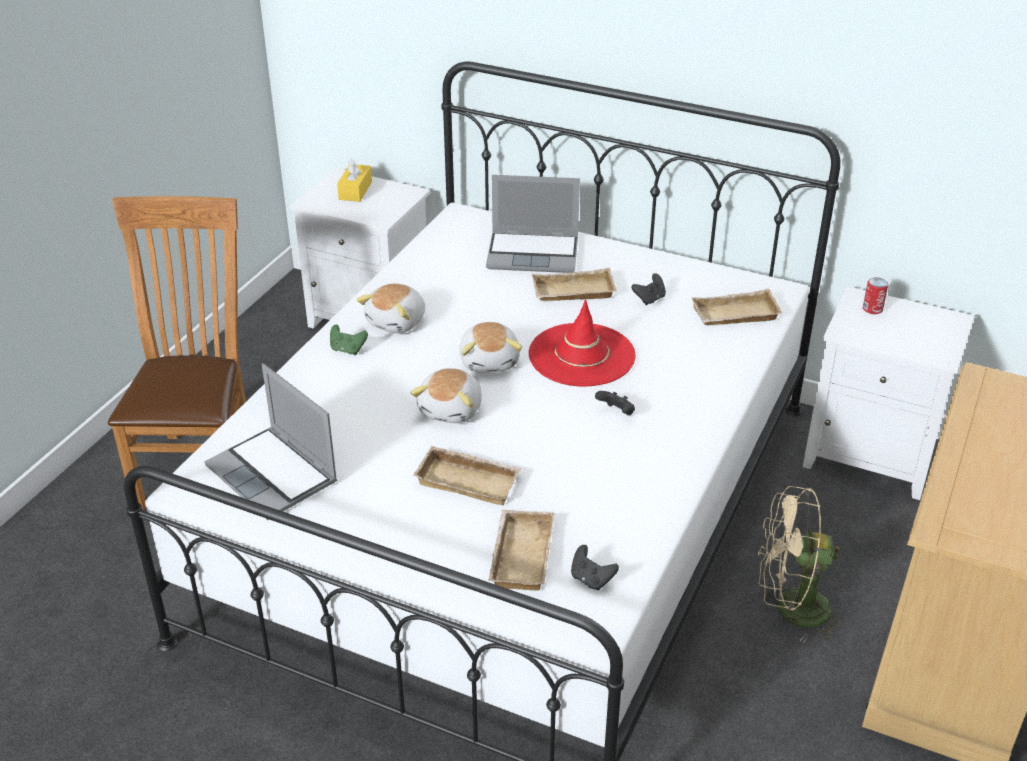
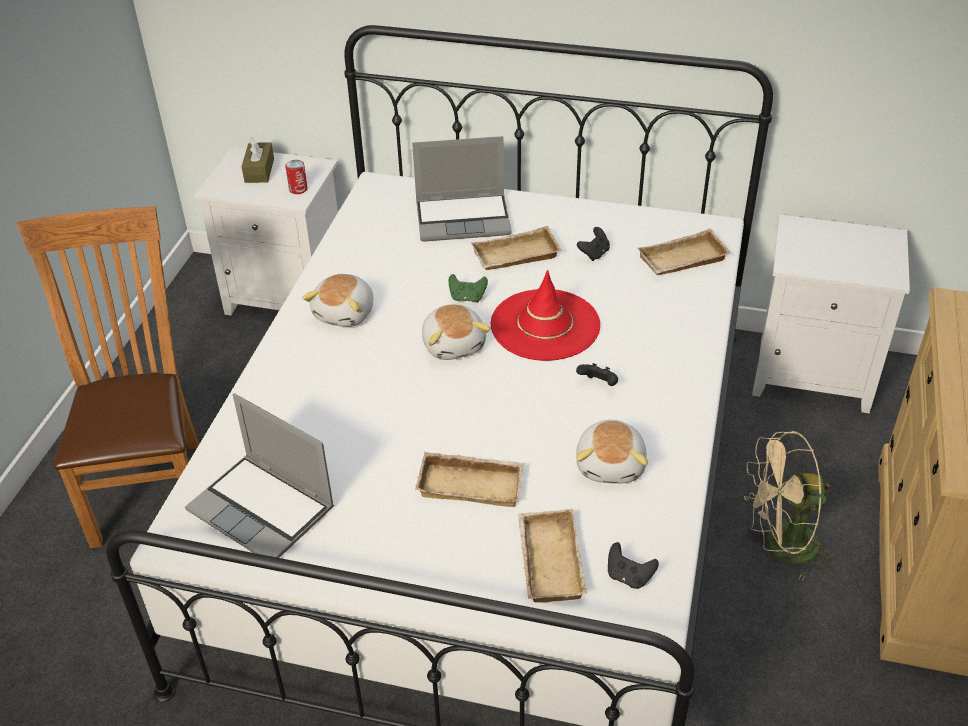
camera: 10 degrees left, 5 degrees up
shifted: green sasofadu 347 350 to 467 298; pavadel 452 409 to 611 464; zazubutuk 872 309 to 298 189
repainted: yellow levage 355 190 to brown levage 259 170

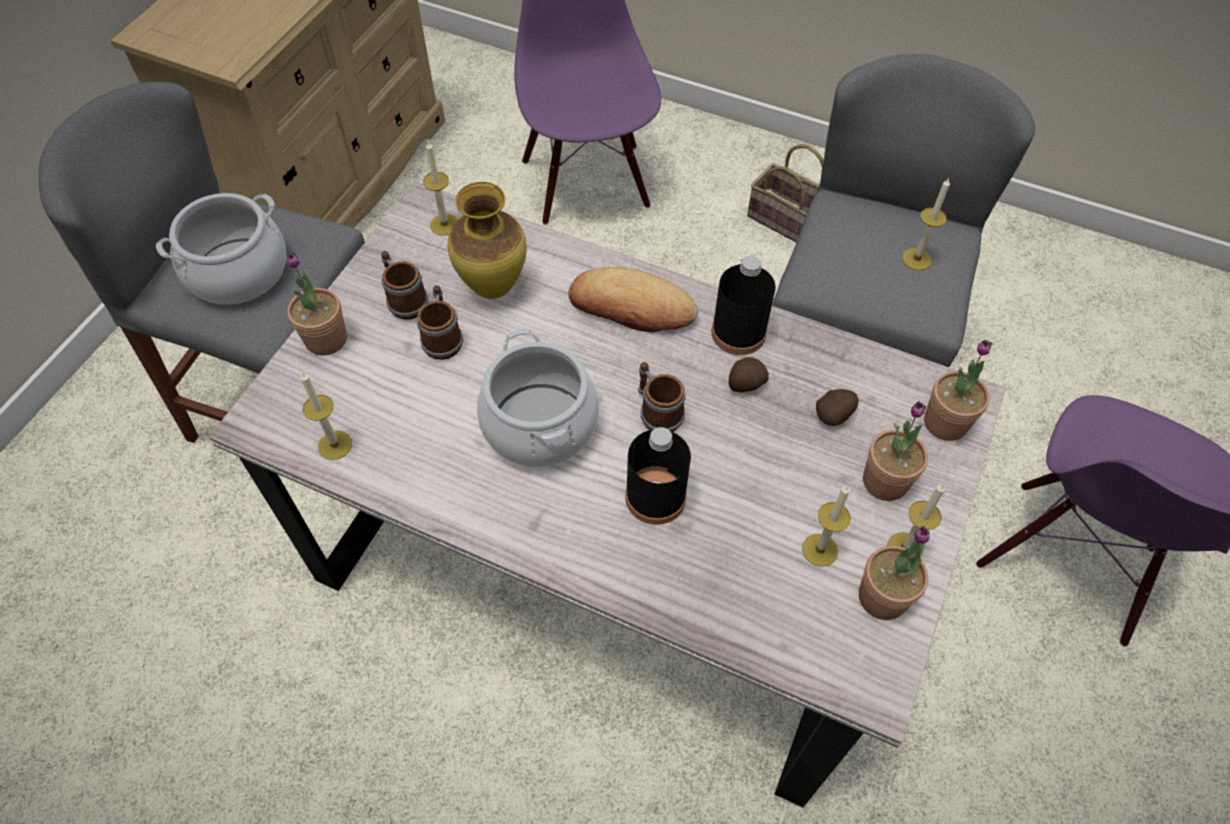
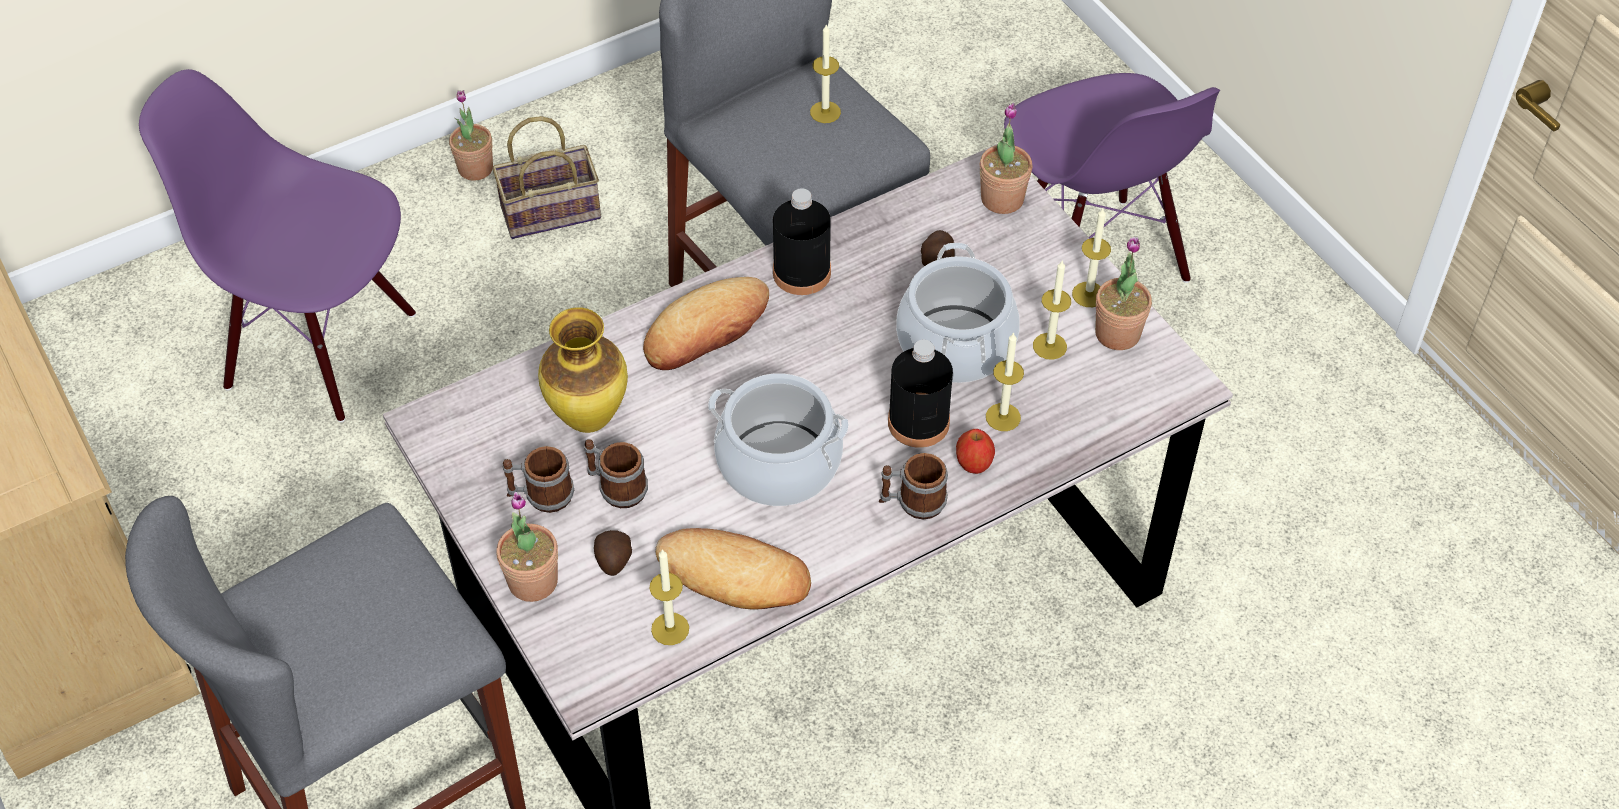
camera: 55 degrees left, 5 degrees down
new: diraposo 734 575; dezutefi 973 464
shifted: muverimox 238 271 to 955 344; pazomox 444 224 to 1003 417; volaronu 656 412 to 912 502; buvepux 745 384 to 613 561; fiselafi 885 481 to 475 168

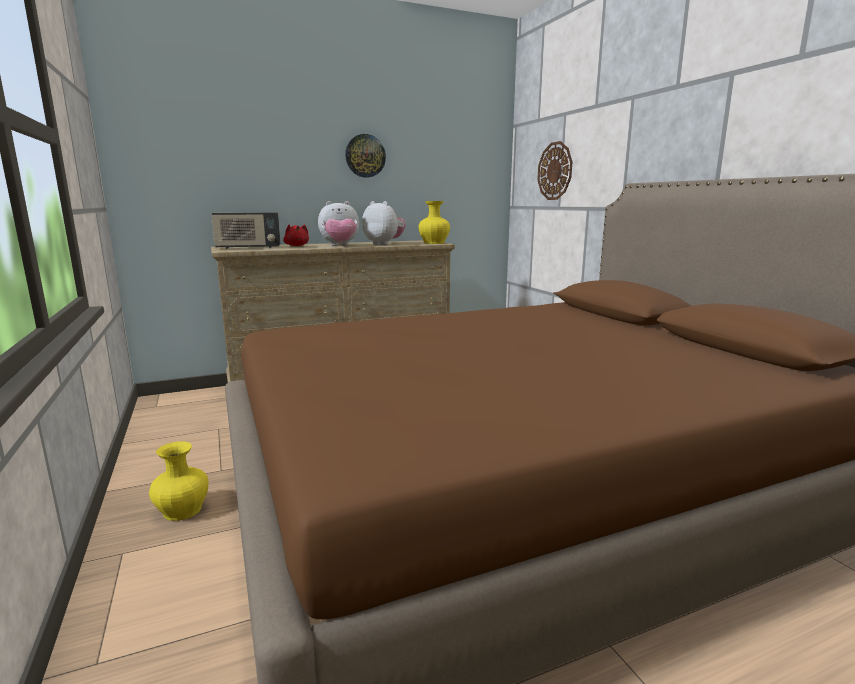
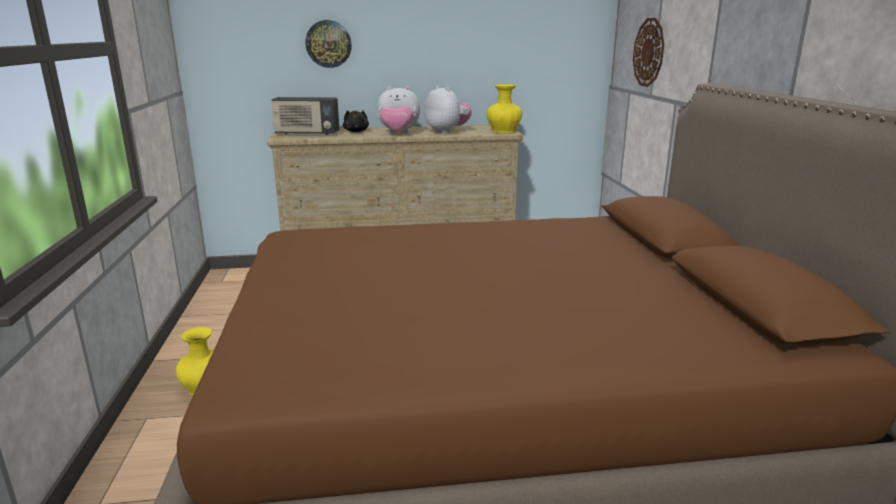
camera: 15 degrees right, 5 degrees up
shifted: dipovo 365 156 to 328 44
repainted: red pavadel 296 246 to black pavadel 356 131

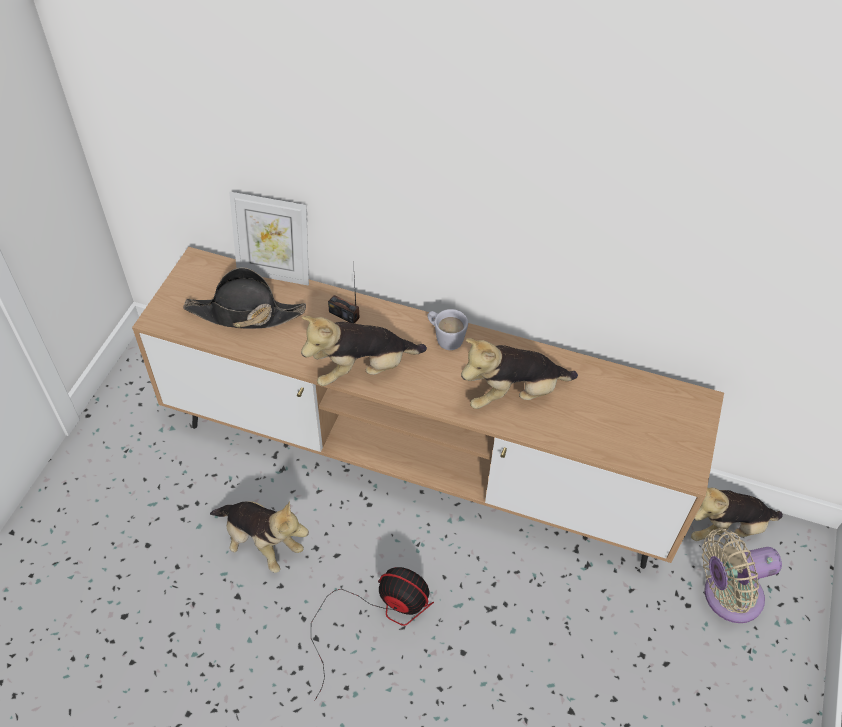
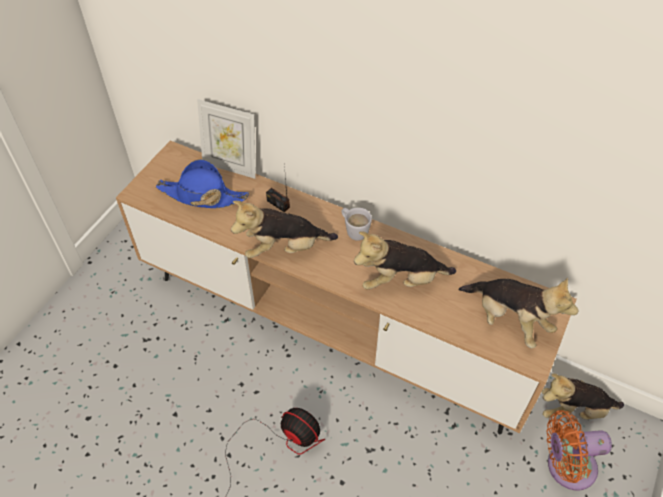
camera: 10 degrees right, 0 degrees up
shifted: pavadel 261 542 to 509 320
repainted: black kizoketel 245 313 to blue kizoketel 202 195; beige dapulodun 727 596 to orange dapulodun 566 466

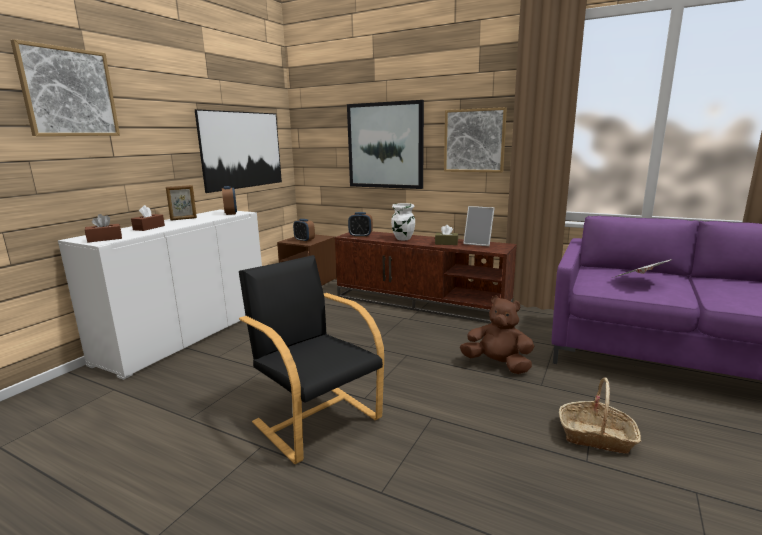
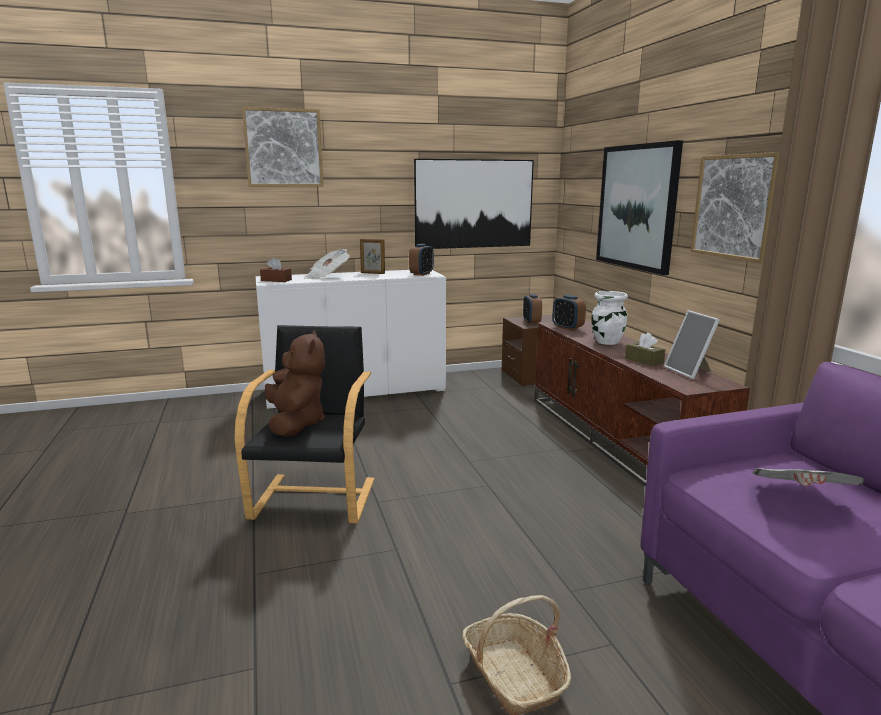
camera: 45 degrees right, 0 degrees up
shifted: brown pavadel 497 365 to 296 423
swapped: brown levage 149 228 to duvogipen 327 276

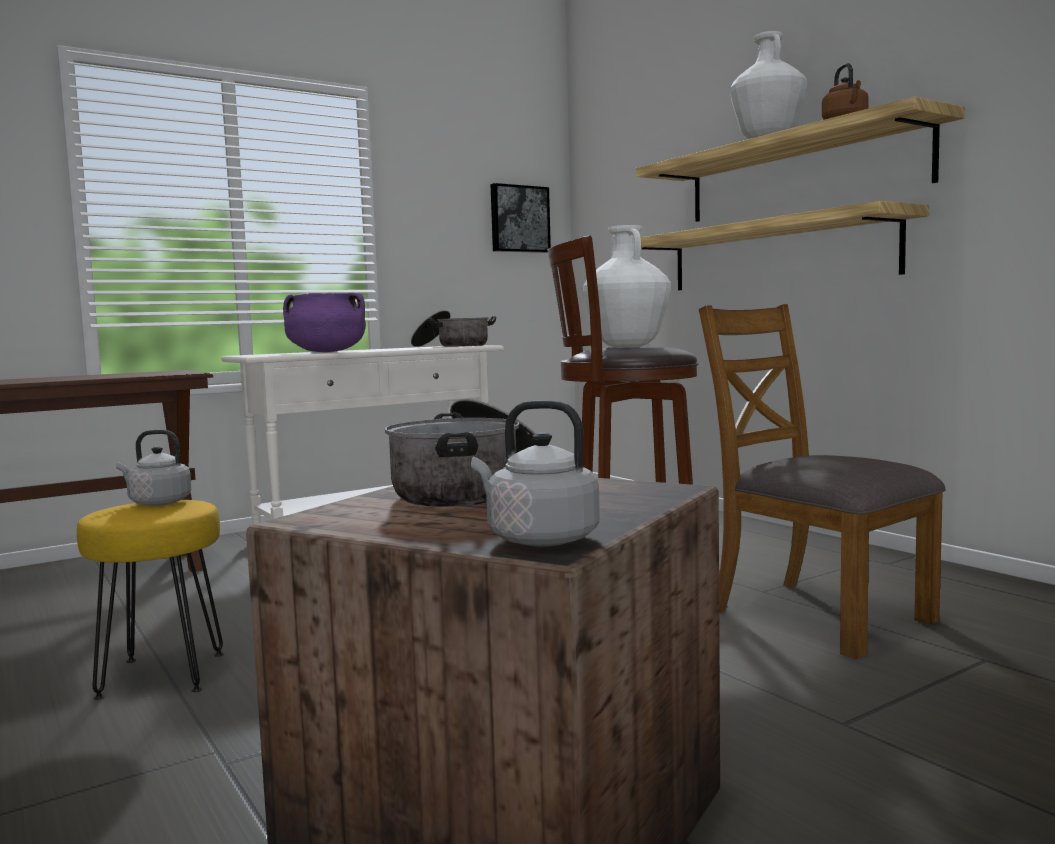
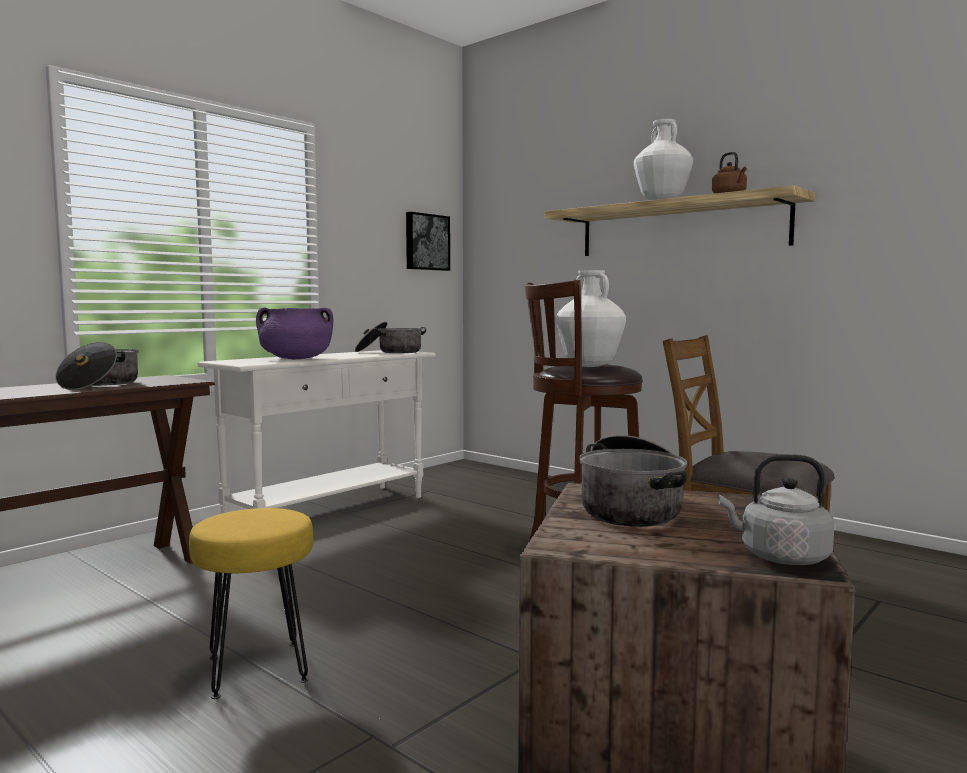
camera: 15 degrees left, 0 degrees up
gone: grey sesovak 157 503; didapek 776 255
new: muverimox 100 384

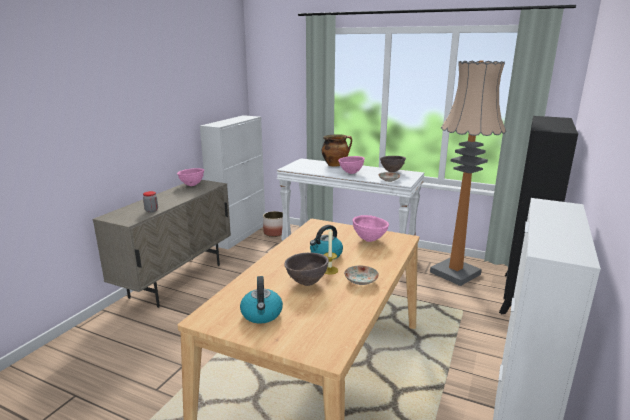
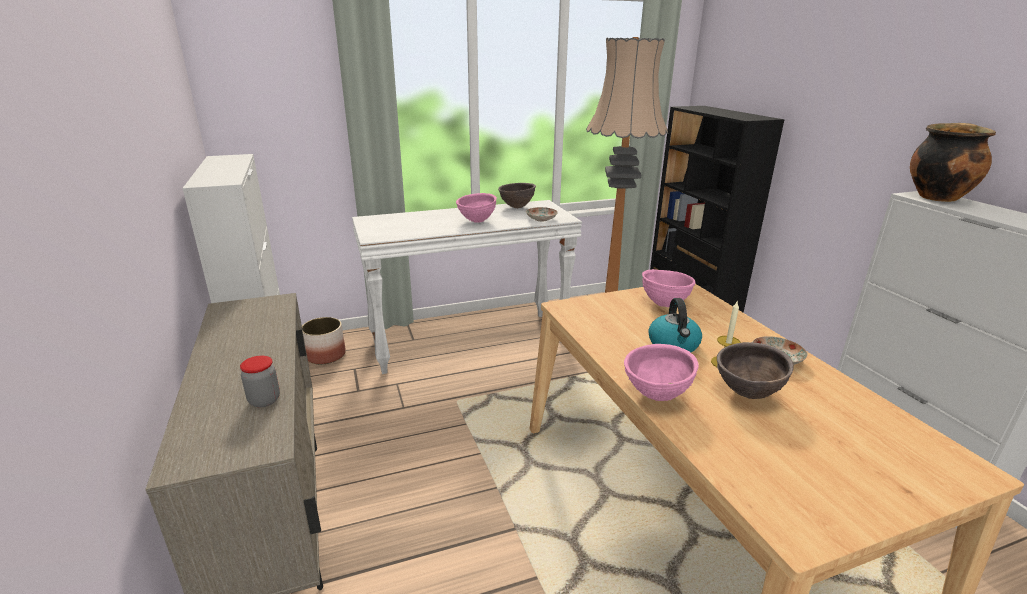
camera: 45 degrees left, 5 degrees up
gone: sesovak 262 314
shifted: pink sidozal 192 185 to 656 396; muverimox 335 165 to 936 197

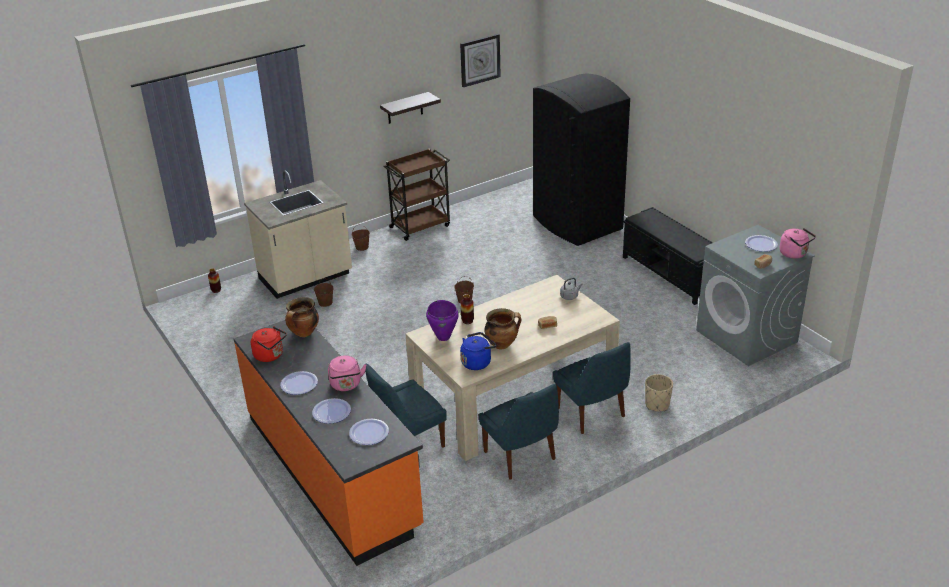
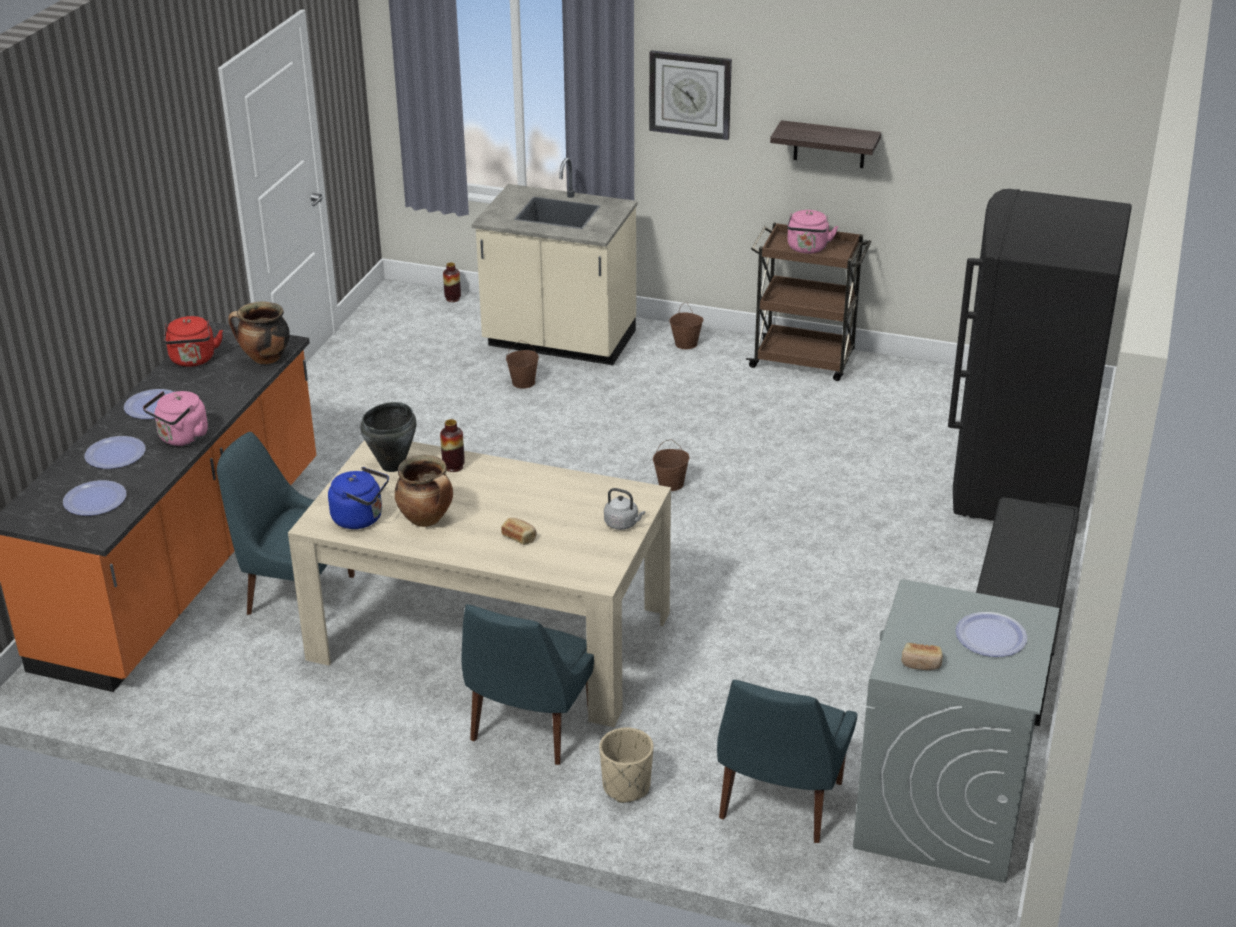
camera: 50 degrees right, 0 degrees up
shifted: dipovo 480 60 to 690 94; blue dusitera 521 457 to 779 804; pink sesovak 794 254 to 807 249
repainted: purple muverimox 443 337 to black muverimox 393 466

